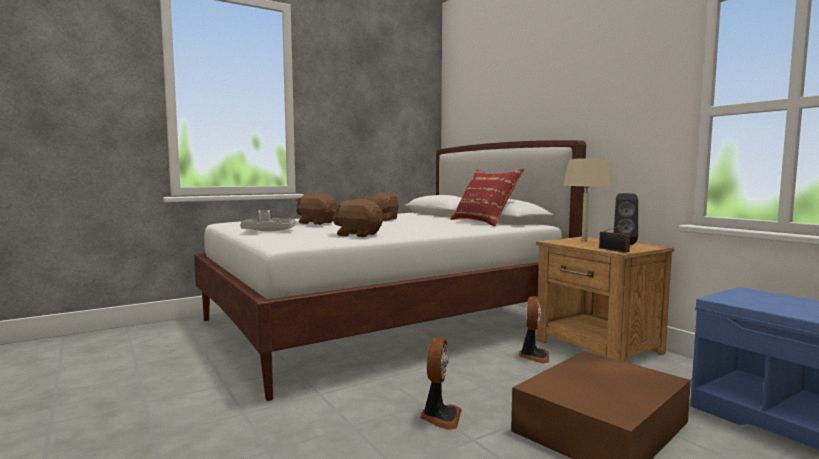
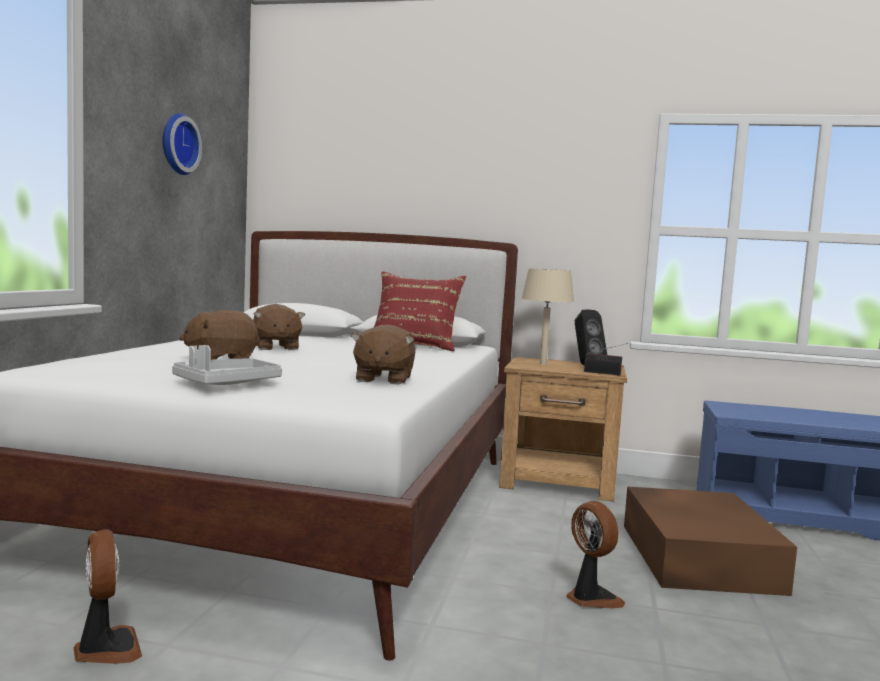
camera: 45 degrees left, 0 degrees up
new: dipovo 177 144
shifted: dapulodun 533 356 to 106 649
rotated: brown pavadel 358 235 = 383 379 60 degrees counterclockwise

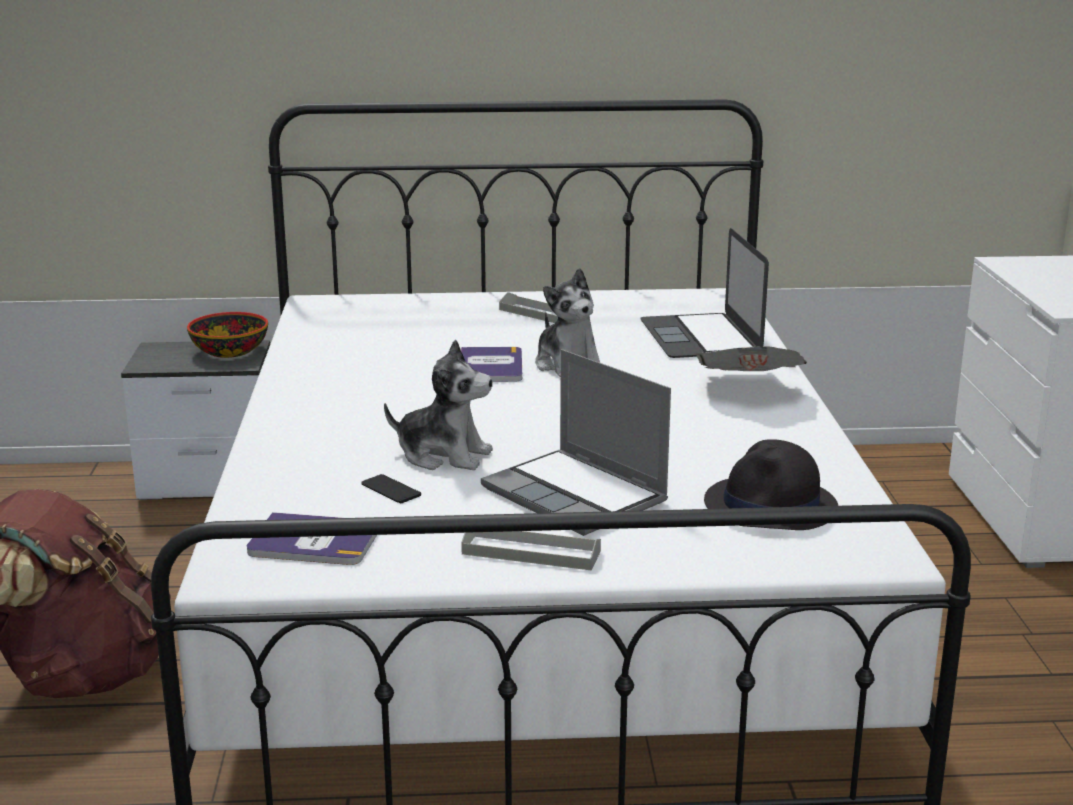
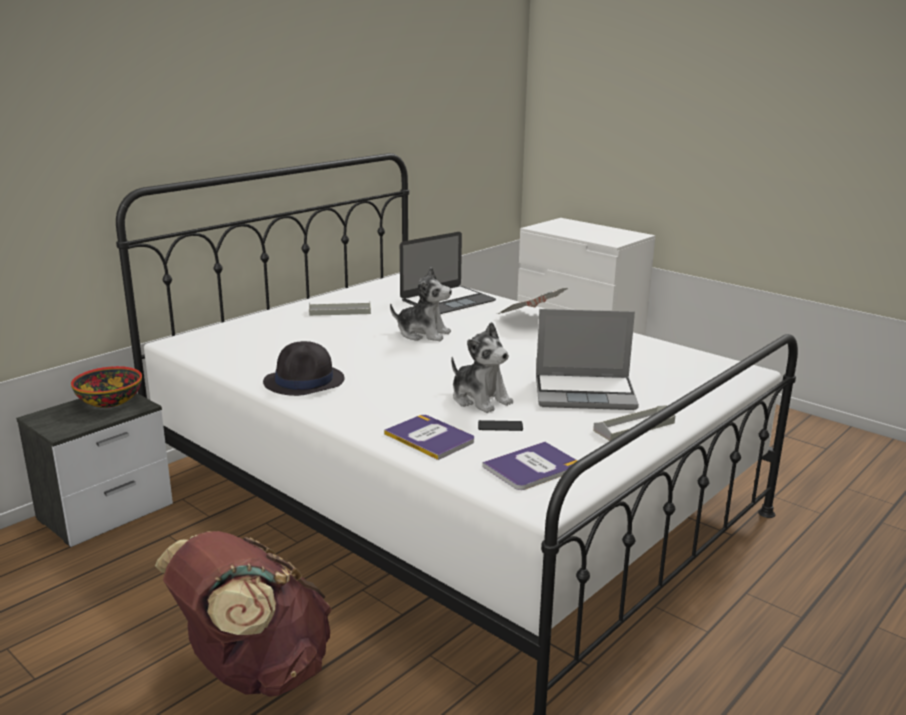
camera: 45 degrees left, 0 degrees up
shifted: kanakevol 491 366 to 430 438; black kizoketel 771 506 to 304 381
rotated: pavadel 444 455 = 480 399 75 degrees clockwise; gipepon 700 336 = 448 300 75 degrees counterclockwise

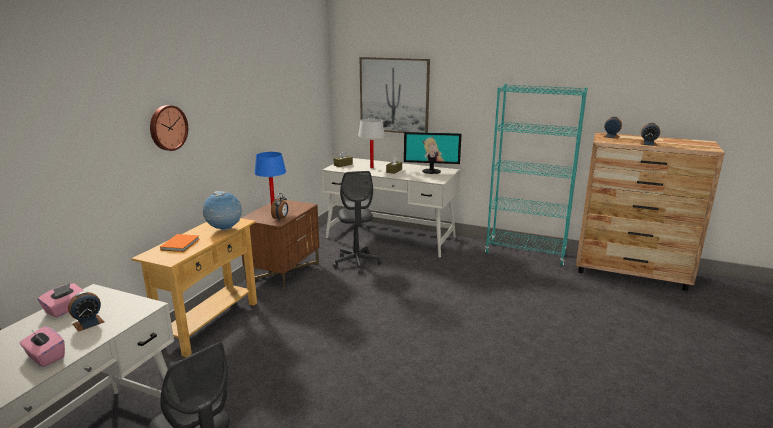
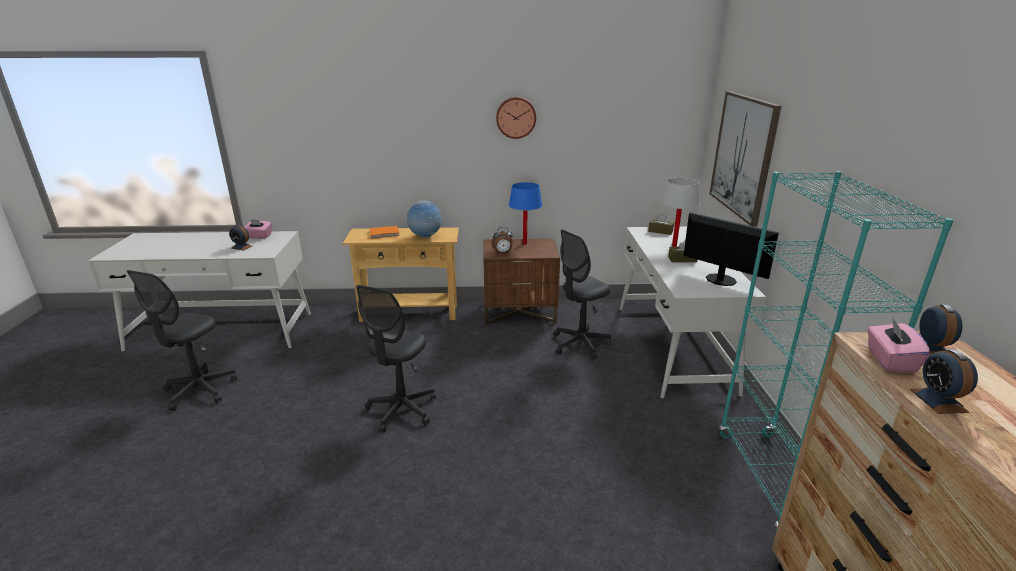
camera: 65 degrees right, 5 degrees up
new: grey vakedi 402 410
shifted: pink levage 45 357 to 889 360; dipovo 167 127 to 516 117
rotated: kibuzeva 431 171 = 720 280 150 degrees clockwise

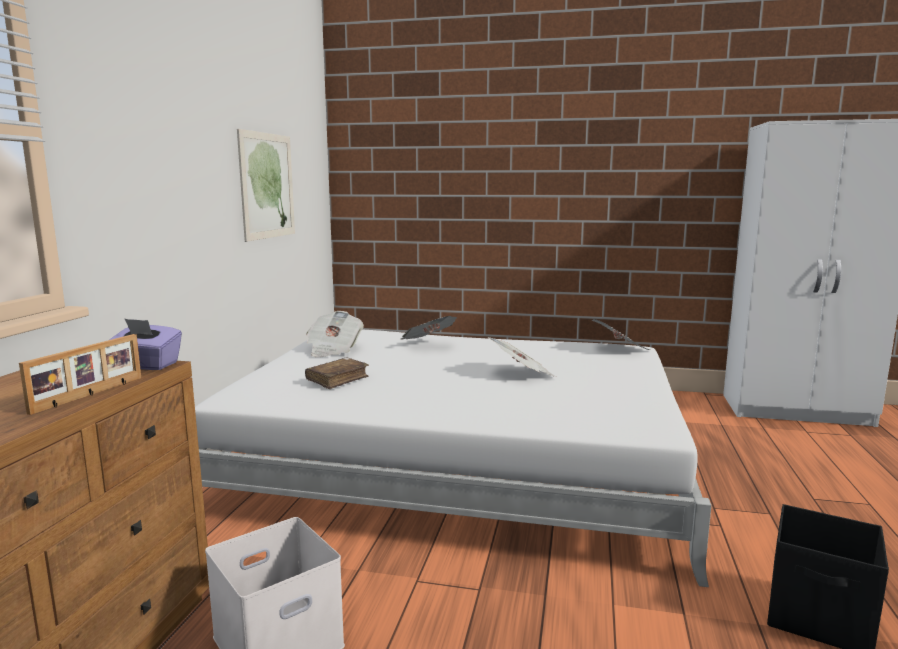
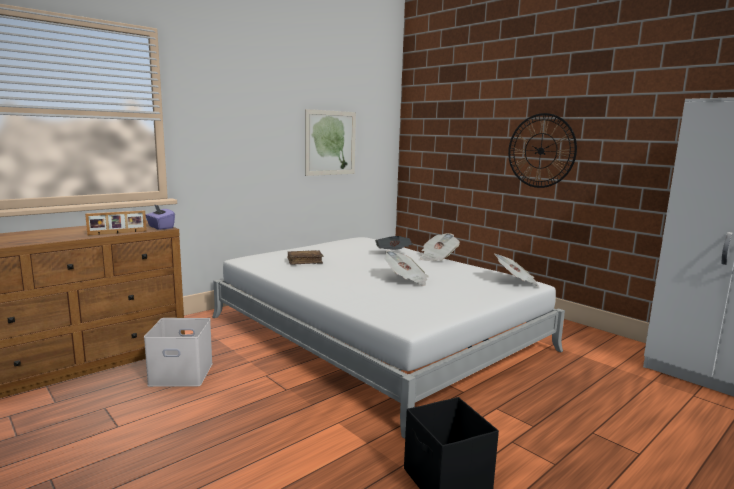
camera: 35 degrees right, 0 degrees up
new: dipovo 541 151
shifted: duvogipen 333 350 to 437 258

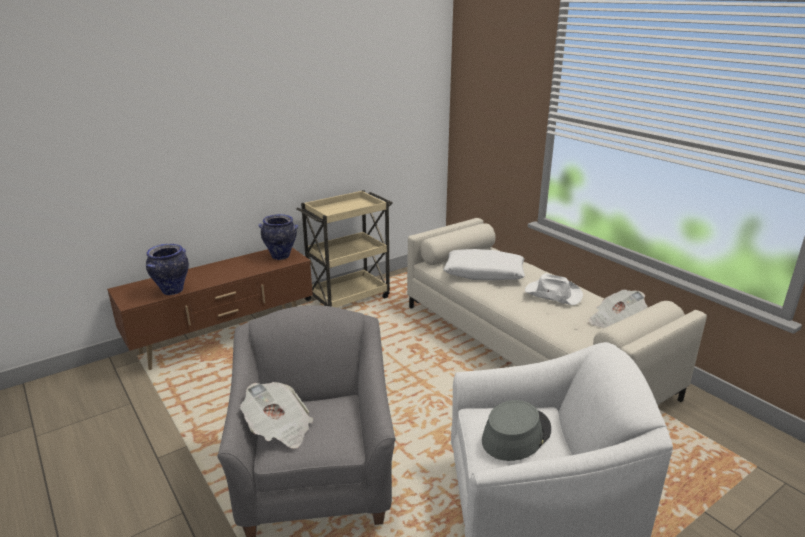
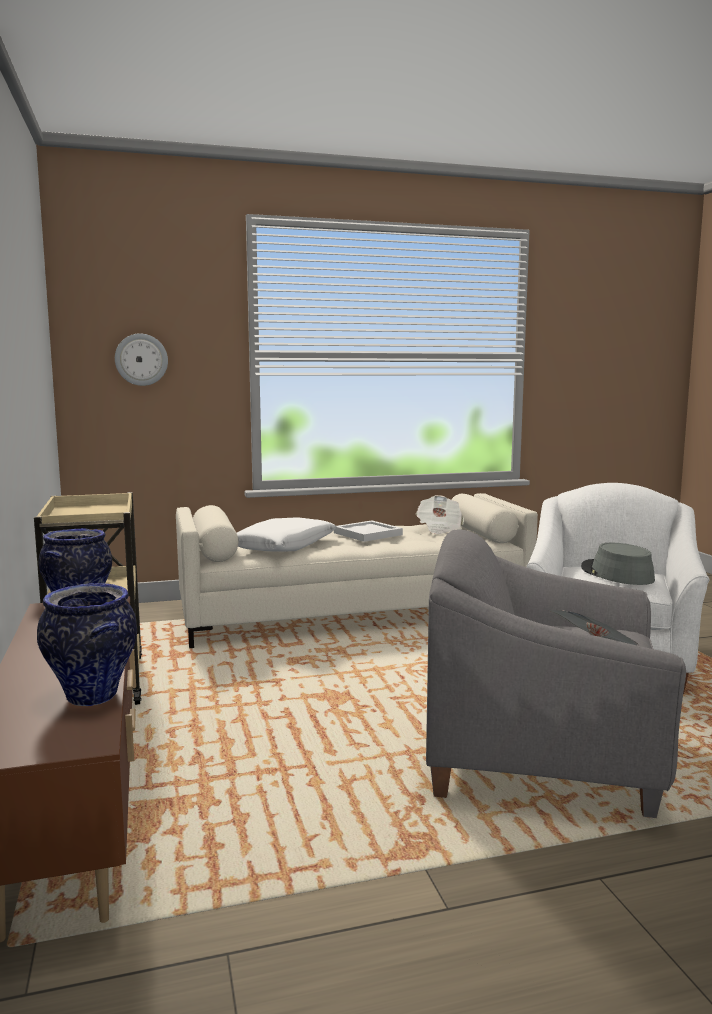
camera: 70 degrees left, 15 degrees down
new: dipovo 141 359
swapped: white kizoketel 552 294 to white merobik 366 534

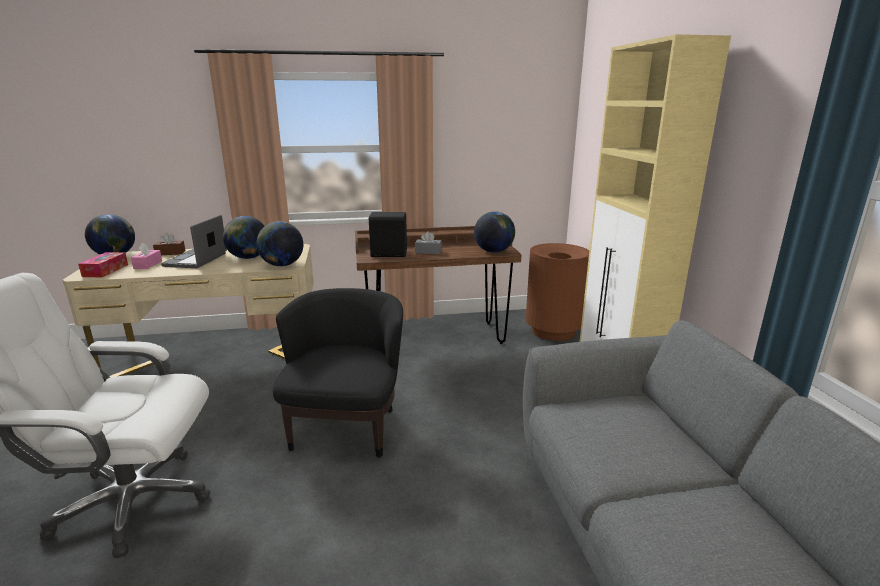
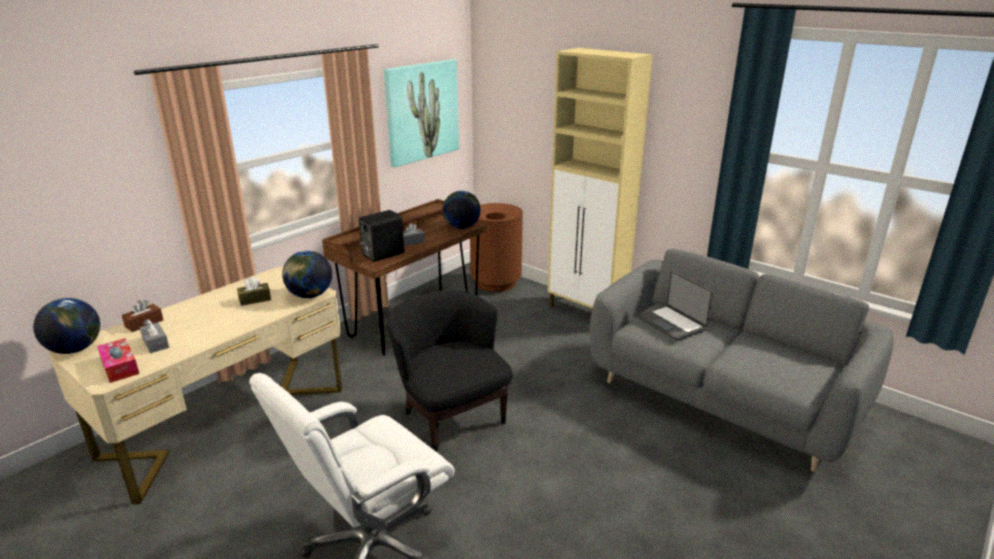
camera: 40 degrees left, 5 degrees up
new: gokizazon 421 111
shifted: gipepon 197 260 to 673 323
swapped: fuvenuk 248 258 to brown levage 255 299
repainted: pink levage 148 264 to grey levage 156 343

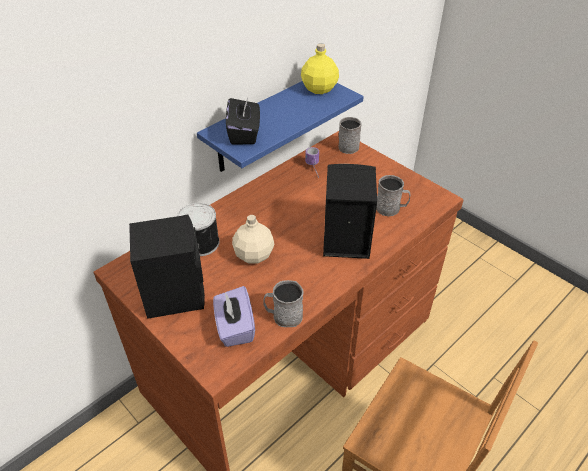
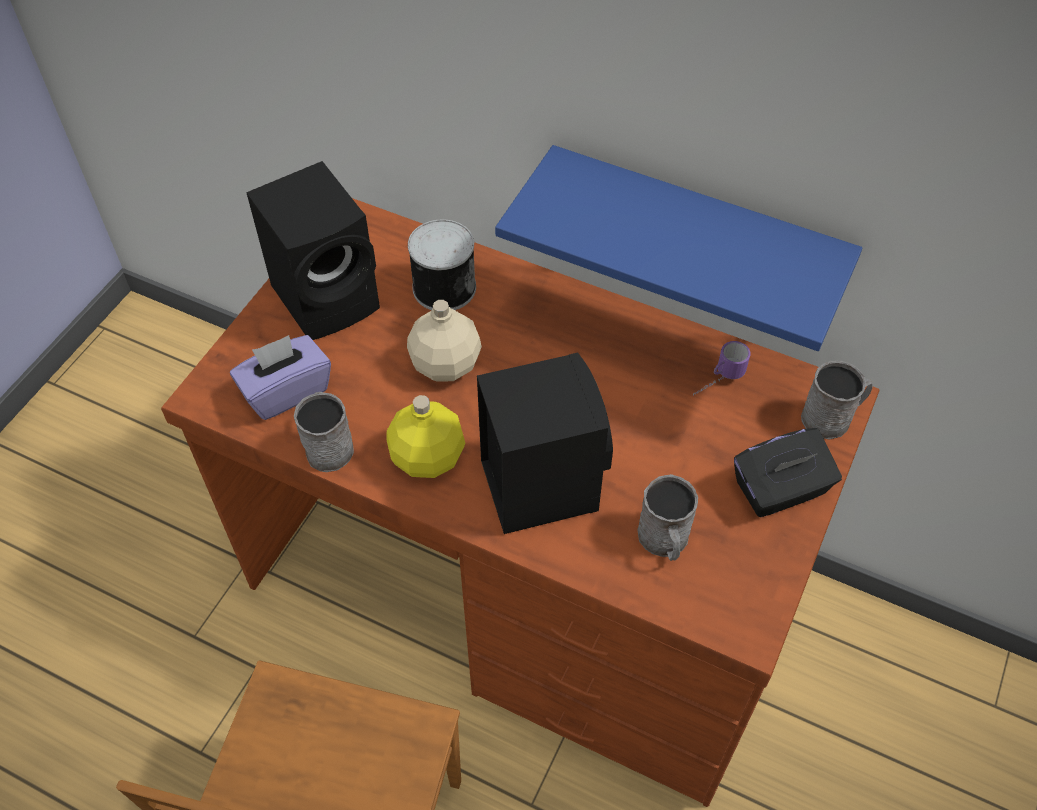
camera: 70 degrees right, 10 degrees up
shifted: black levage 244 133 to 780 490; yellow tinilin 318 89 to 427 457

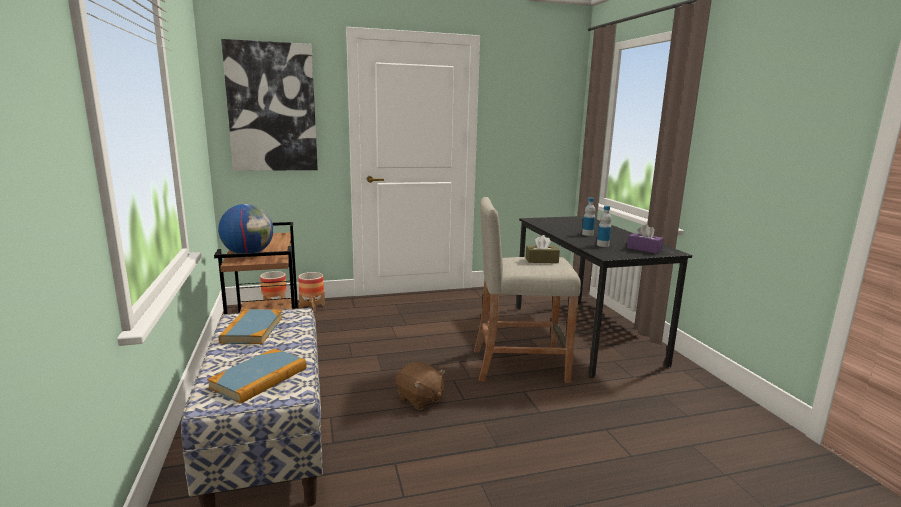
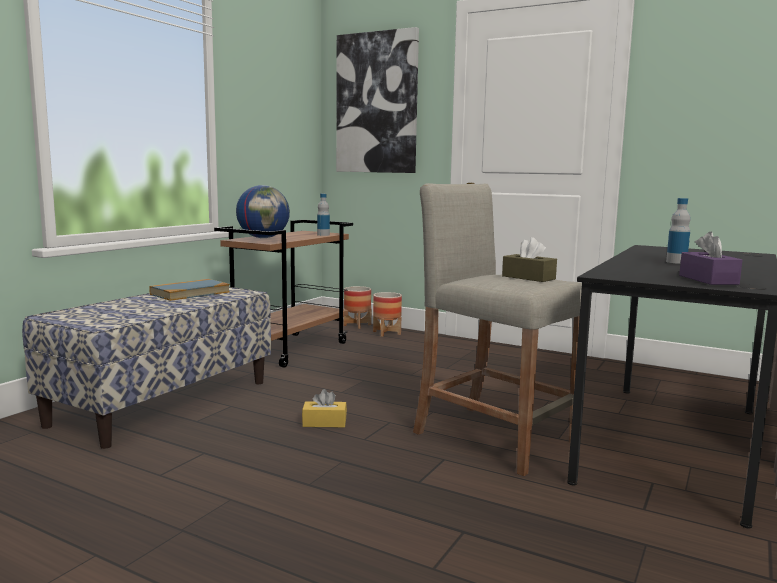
camera: 45 degrees right, 5 degrees down
gone: kanakevol 259 378
shifted: tinilin 602 245 to 323 235
swapped: brown pavadel 420 399 to yellow levage 324 423

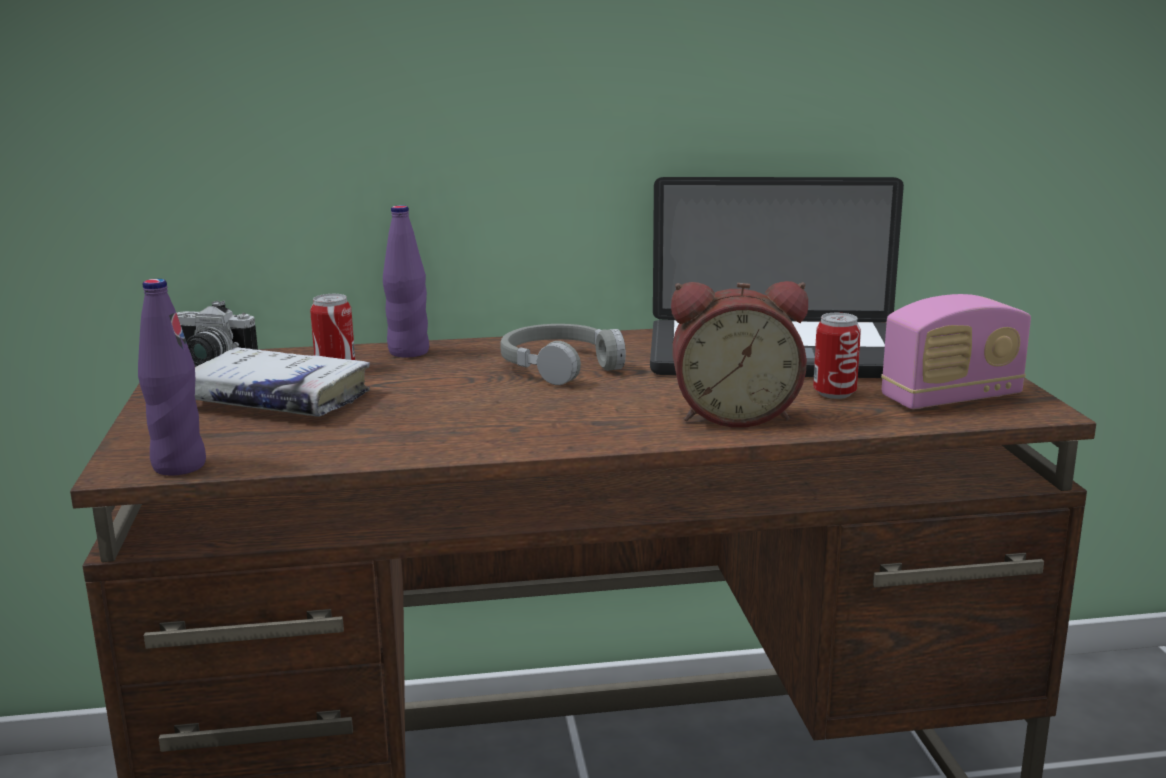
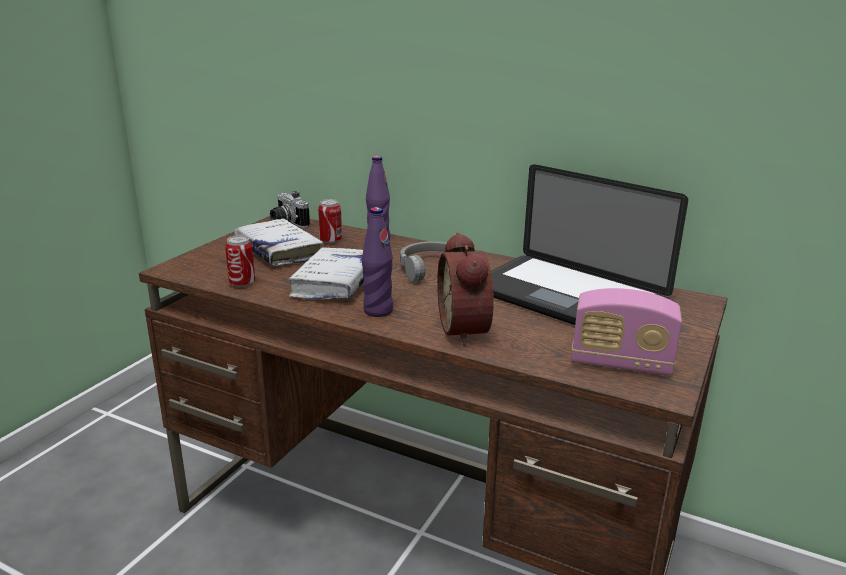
camera: 35 degrees right, 5 degrees up
new: white kanakevol 335 283
shifted: purple tinilin 179 466 to 378 311; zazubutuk 834 393 to 242 283
rotated: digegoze 734 415 = 468 329 45 degrees clockwise

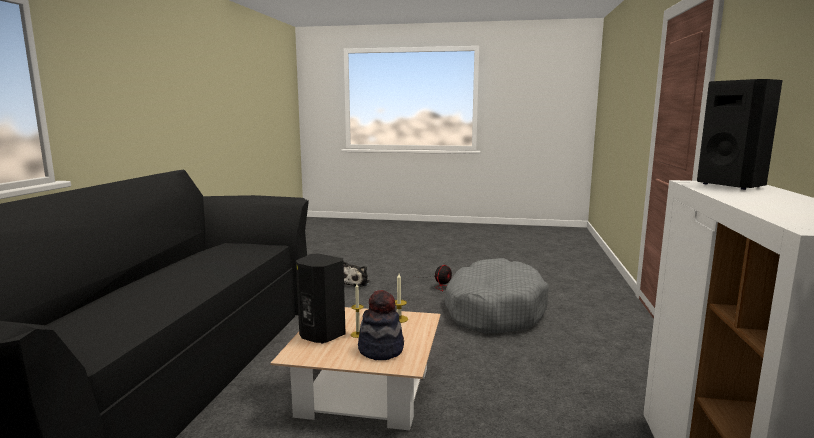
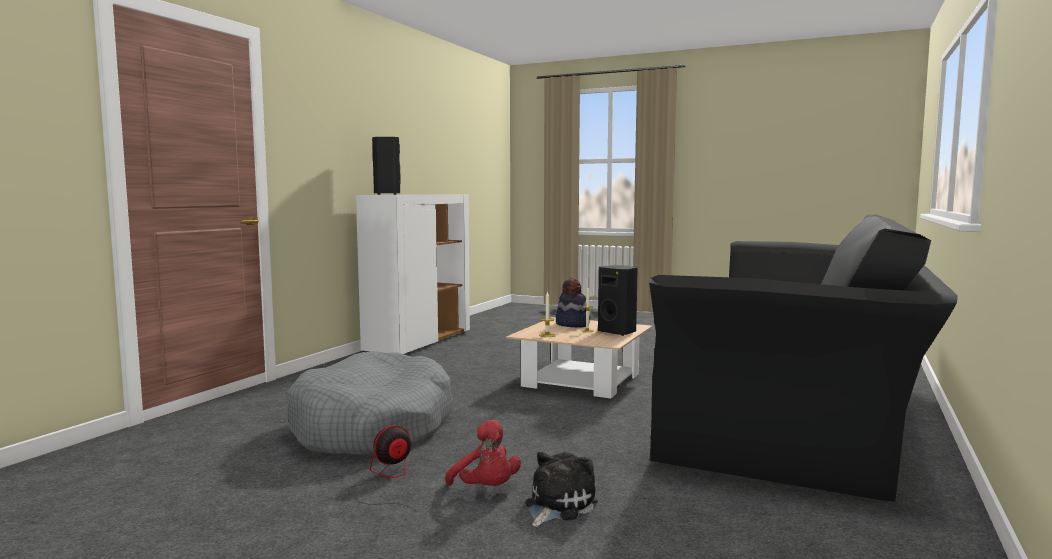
camera: 165 degrees left, 5 degrees down
new: red pavadel 486 489

